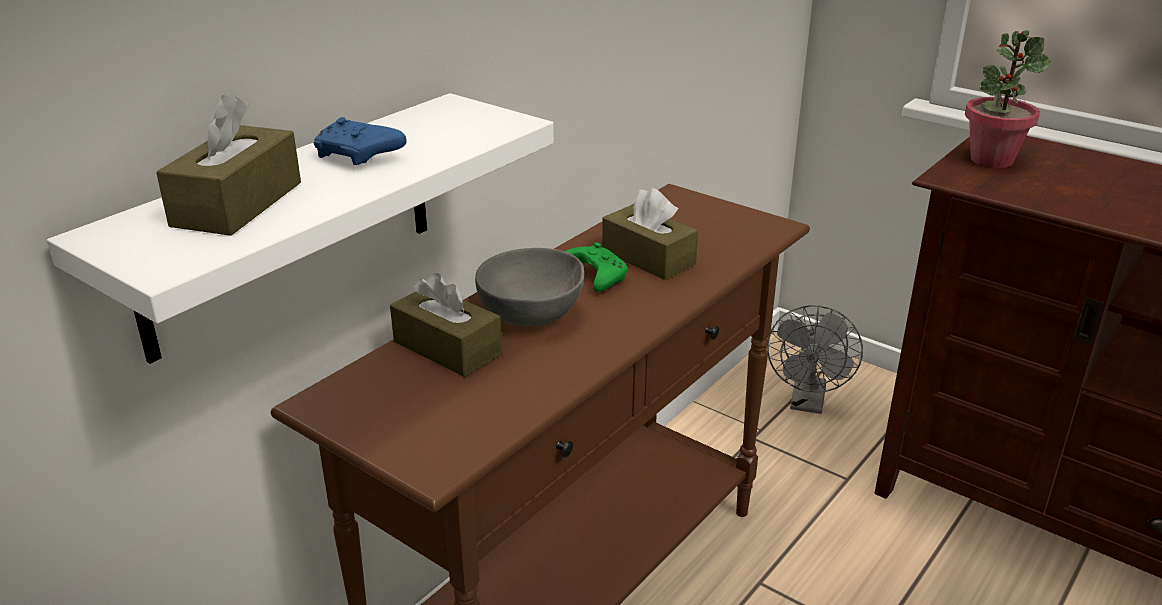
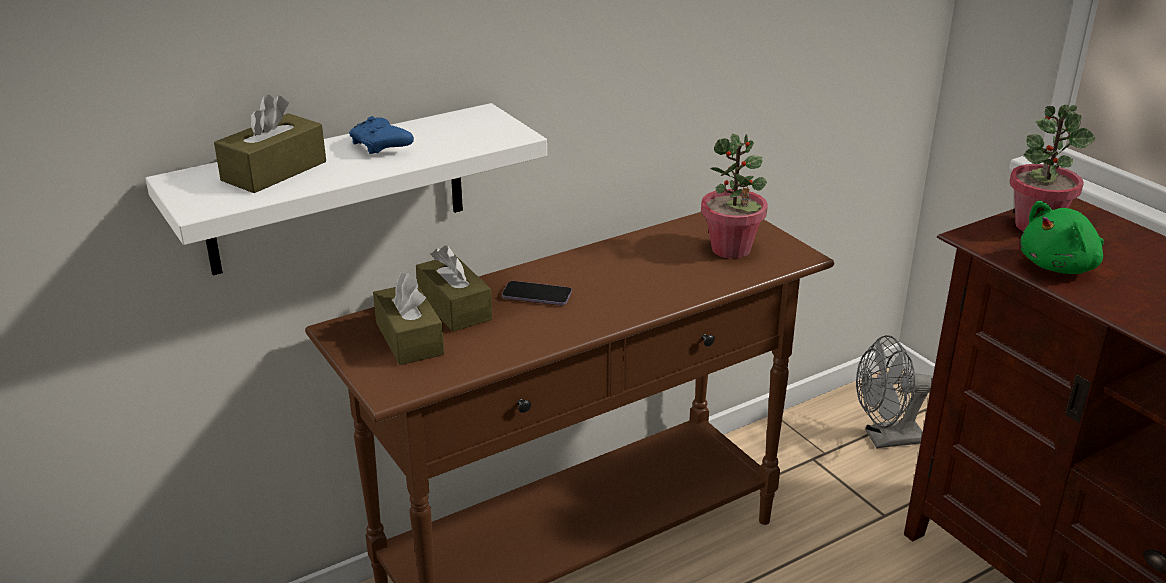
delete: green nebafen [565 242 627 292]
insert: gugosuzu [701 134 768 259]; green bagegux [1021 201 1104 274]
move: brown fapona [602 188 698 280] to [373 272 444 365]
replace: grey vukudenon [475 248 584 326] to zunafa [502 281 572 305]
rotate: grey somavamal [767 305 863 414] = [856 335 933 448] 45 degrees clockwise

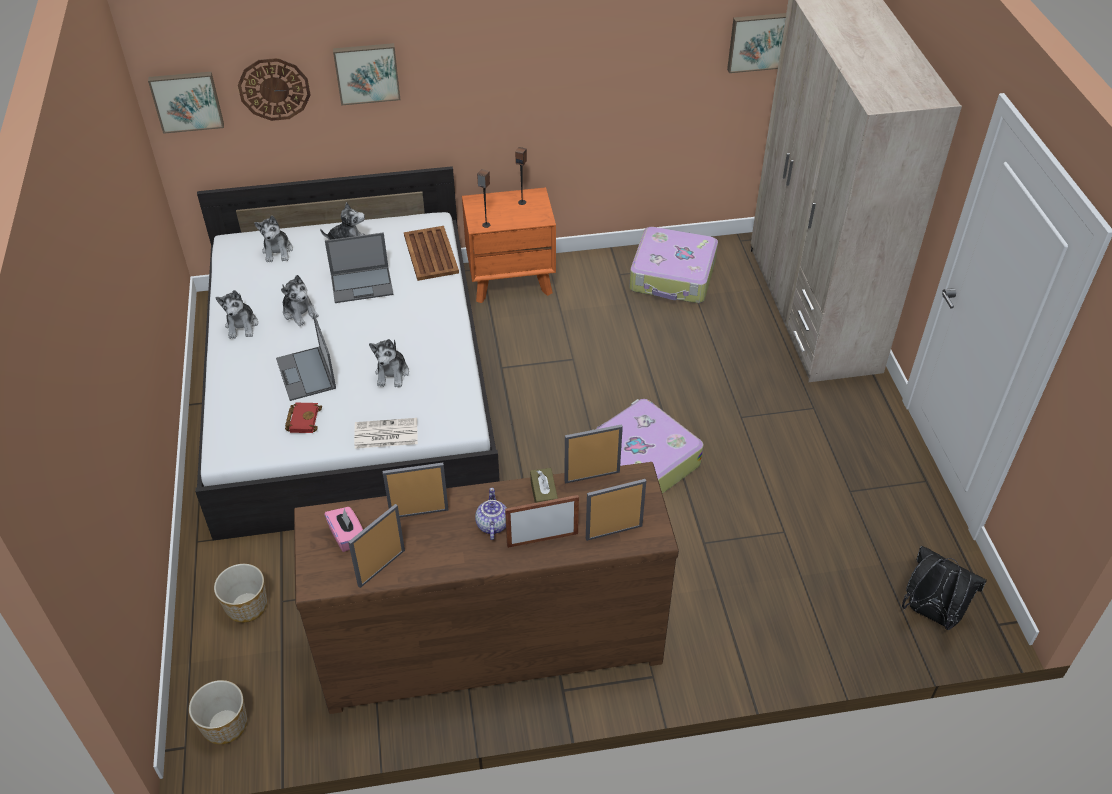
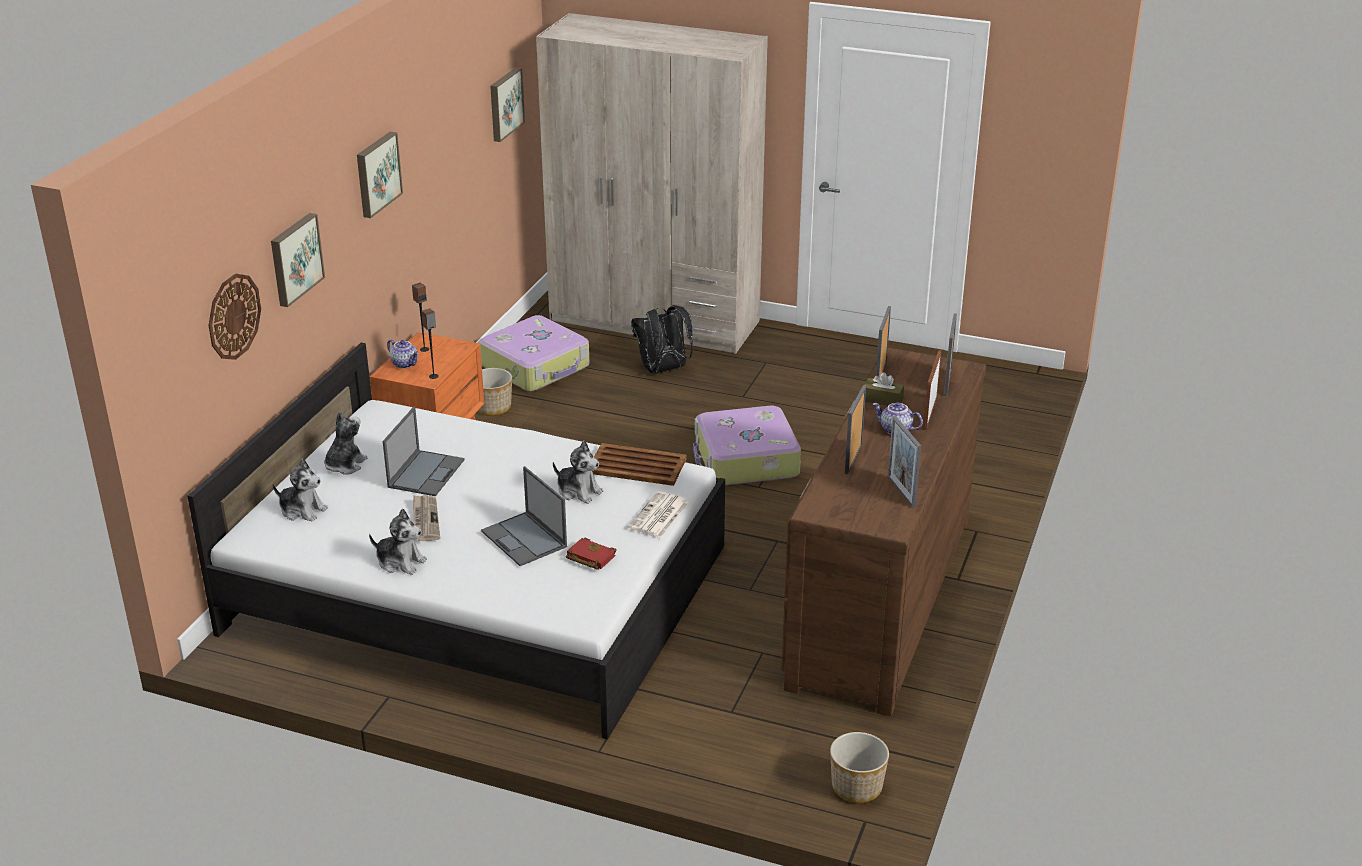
delete: pink fapona [324 507 363 552]
insert: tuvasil [387 339 419 369]
move: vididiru [148 72 224 134] to [357 132 403 218]; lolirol [214 564 267 622] to [477 368 512 416]; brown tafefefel [404 226 459 281] to [592 443 687 486]; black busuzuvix [902 546 987 630] to [631 305 693 374]
replace: bagegux [281 275 319 326] to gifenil [413 495 440 541]
rotate: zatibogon [276 313 336 401] = [481 466 567 566] 45 degrees clockwise

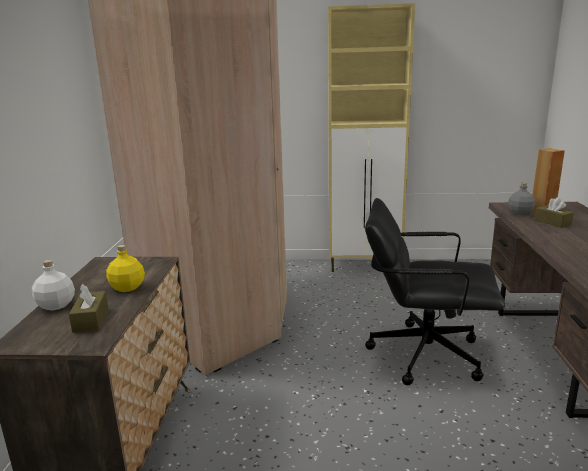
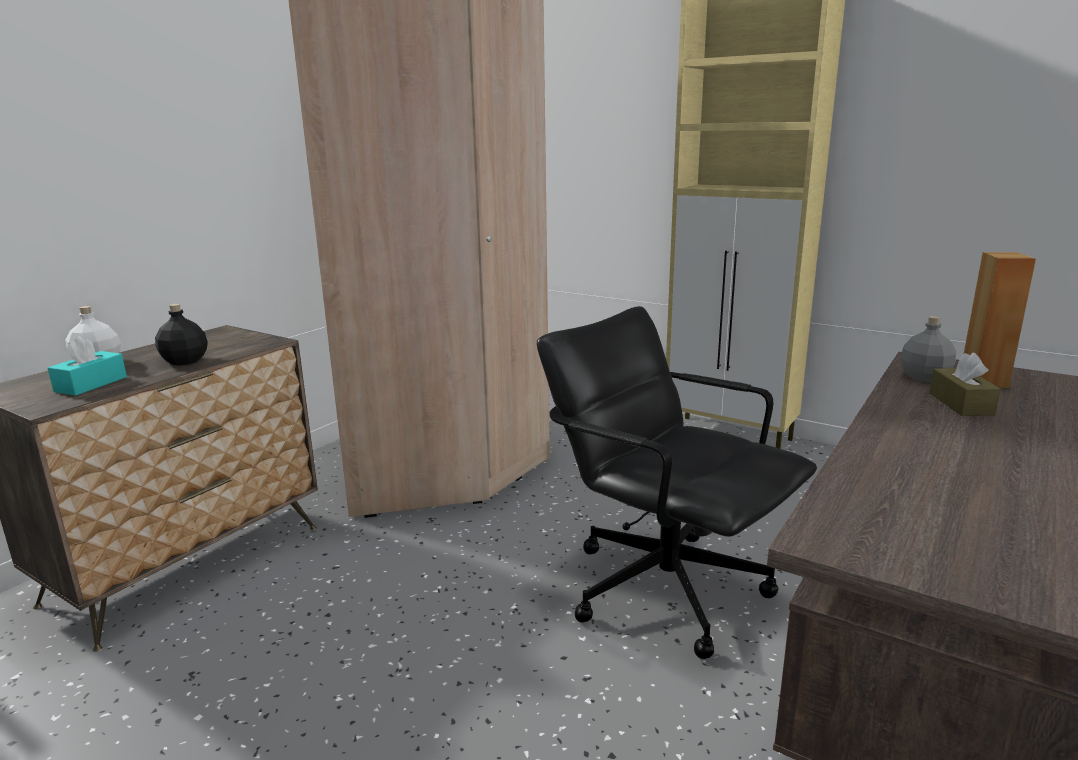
recolor: brown fapona [69 283 108 333] to turquoise fapona [48 336 127 396]; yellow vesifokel [106 245 145 292] to black vesifokel [155 304 208 365]

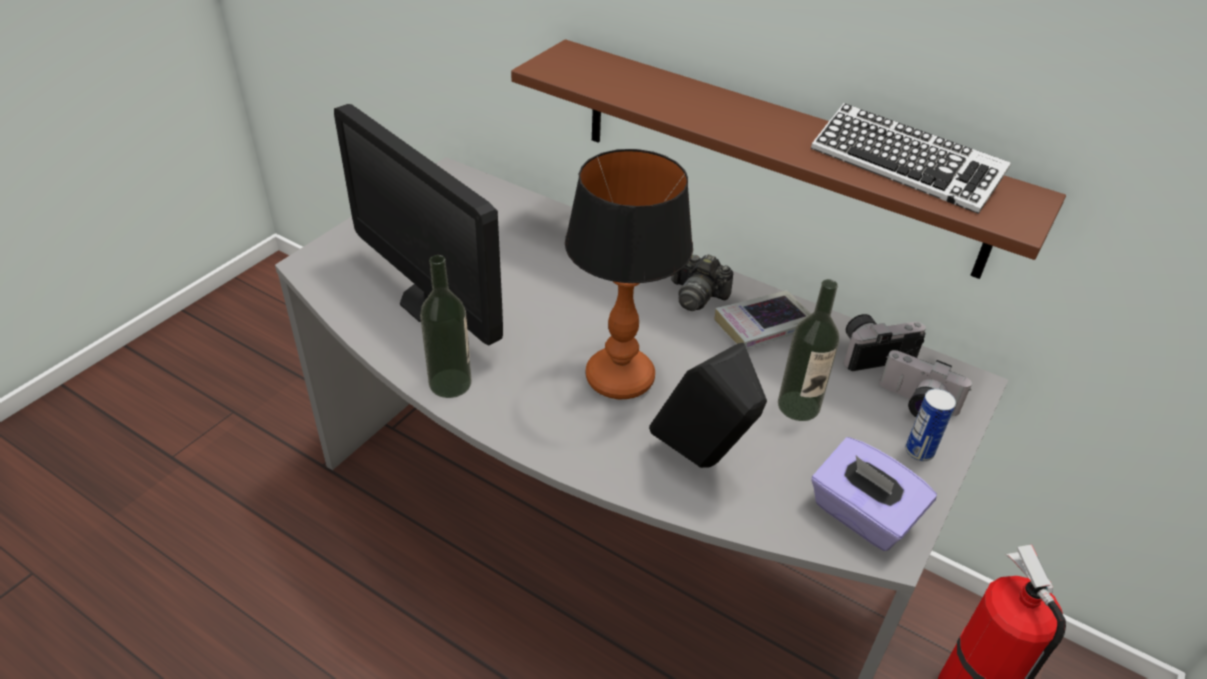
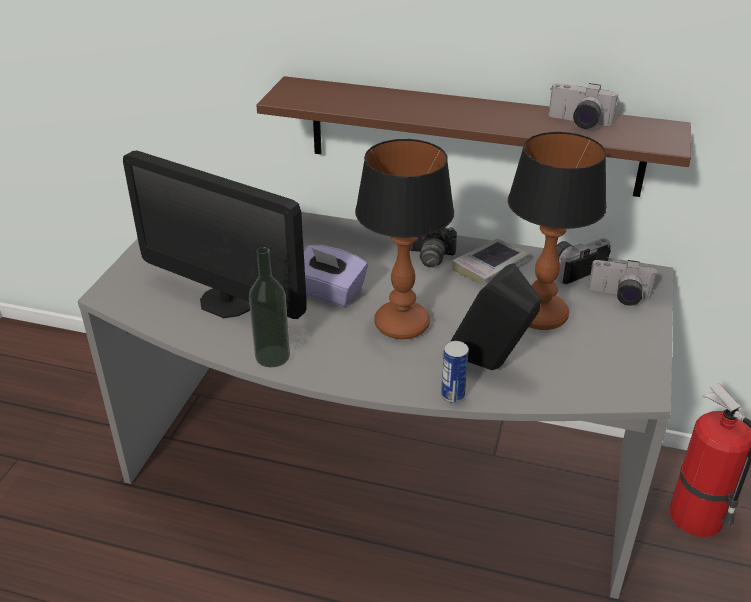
move: purple fapona [811 437 937 551] to [304 245 368 307]; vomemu [906 388 956 461] to [441 341 469 403]
replace: vesifokel [778 279 839 421] to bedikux [508 132 607 330]; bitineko [811 103 1011 214] to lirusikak [548 83 619 129]

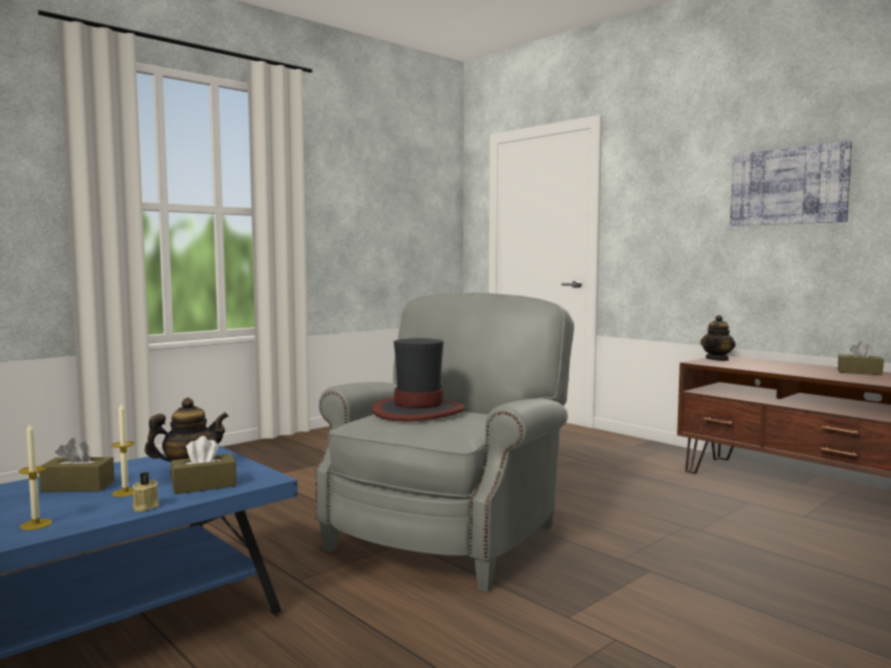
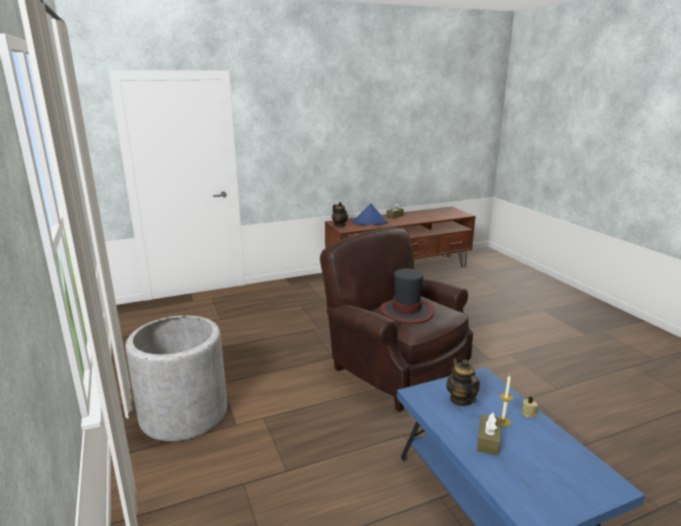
delete: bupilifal [19 422 52 530]; brown fapona [171 436 237 494]; vididiru [730 141 852 226]
insert: grey lolirol [126 315 227 442]; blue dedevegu [352 203 388 225]
recolor: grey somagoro [315 293 574 592] to brown somagoro [320 227 473 412]

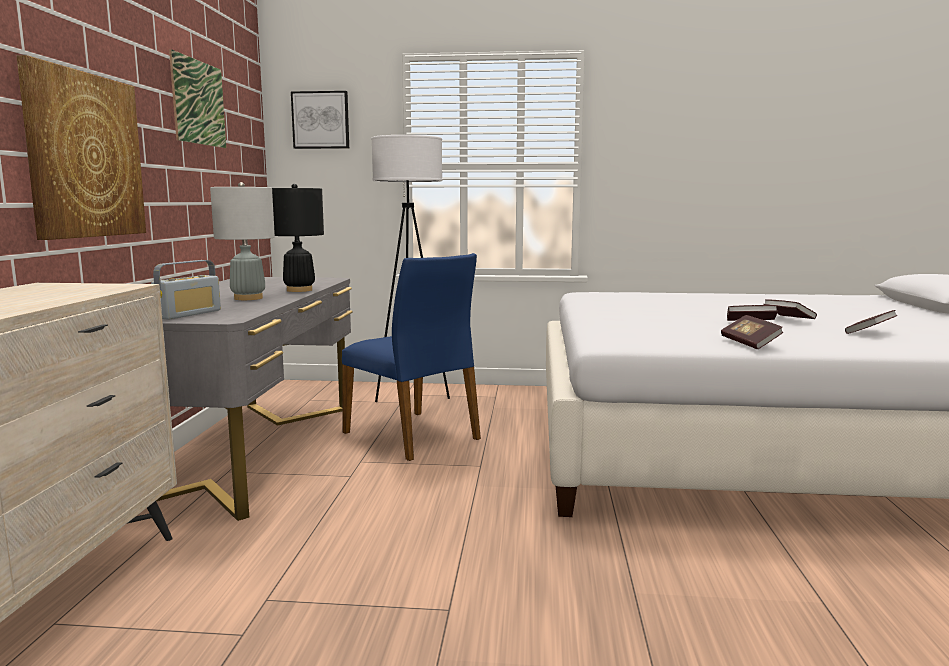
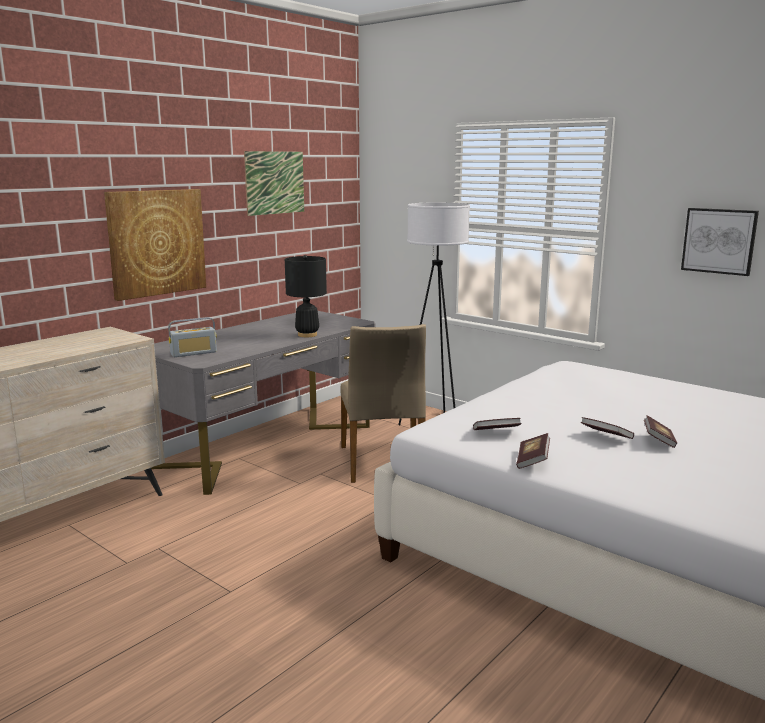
delete: grey bedikux [210 182 275 300]
move: vididiru [291 91 349 149] to [681 208 759 276]; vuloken [845 310 898 334] to [473 418 522 430]
recolor: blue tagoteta [342 253 481 461] to beige tagoteta [340 324 426 483]

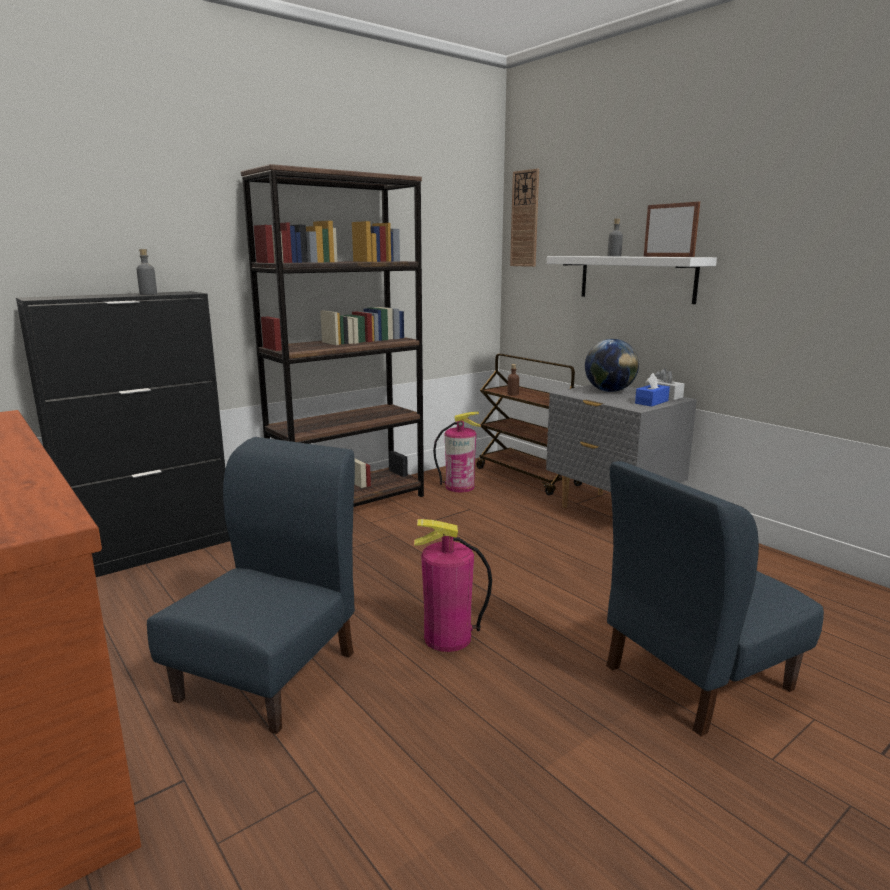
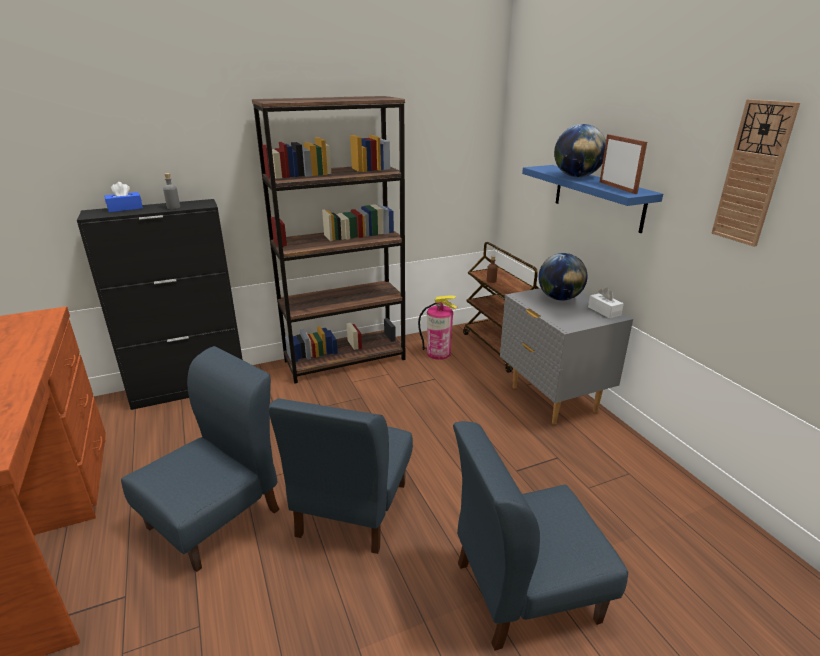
move: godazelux [510 169 539 267] to [711 99 800 247]; blue fapona [635 373 670 407] to [104 182 143 212]
replace: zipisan [414 519 492 652] to blue tagoteta [269 398 413 554]; grey vesifokel [607 219 623 256] to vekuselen [554 124 606 177]
recolor: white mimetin [547 256 717 304] to blue mimetin [522 165 663 233]

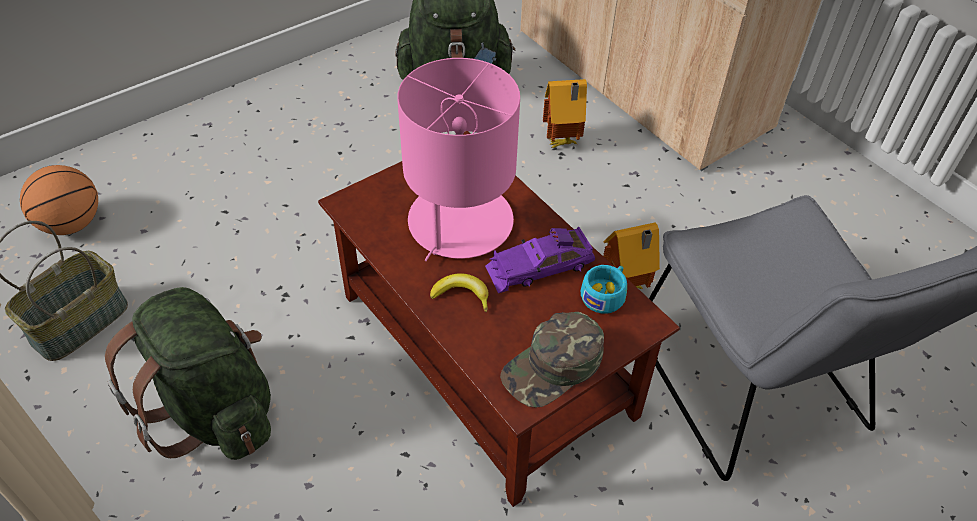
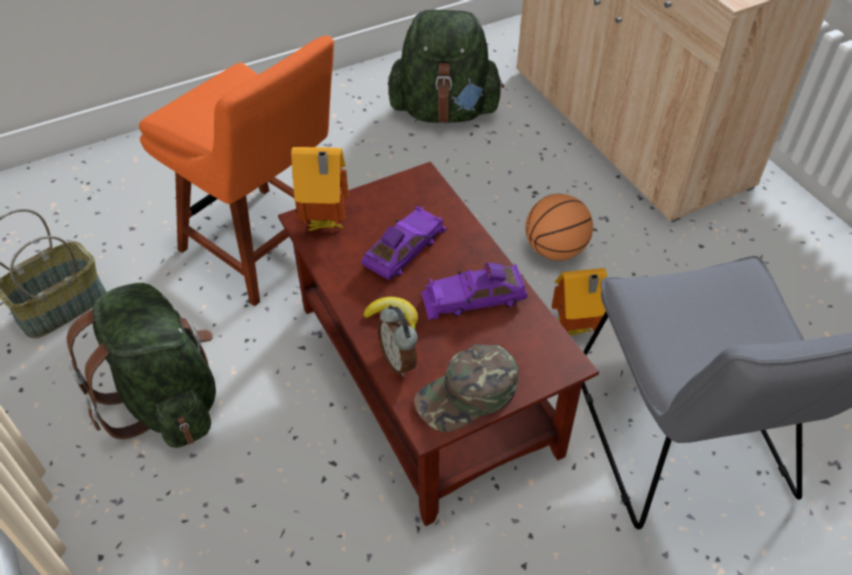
delete: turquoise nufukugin [581 265 627 314]
insert: orange tagoteta [139 35 334 306]; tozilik [378 305 418 377]
move: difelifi [20 165 98 235] to [525 194 593 261]; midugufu [543 79 587 148] to [291 147 349 231]
replace: pink bedikux [397 58 520 261] to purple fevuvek [361 206 447 280]

